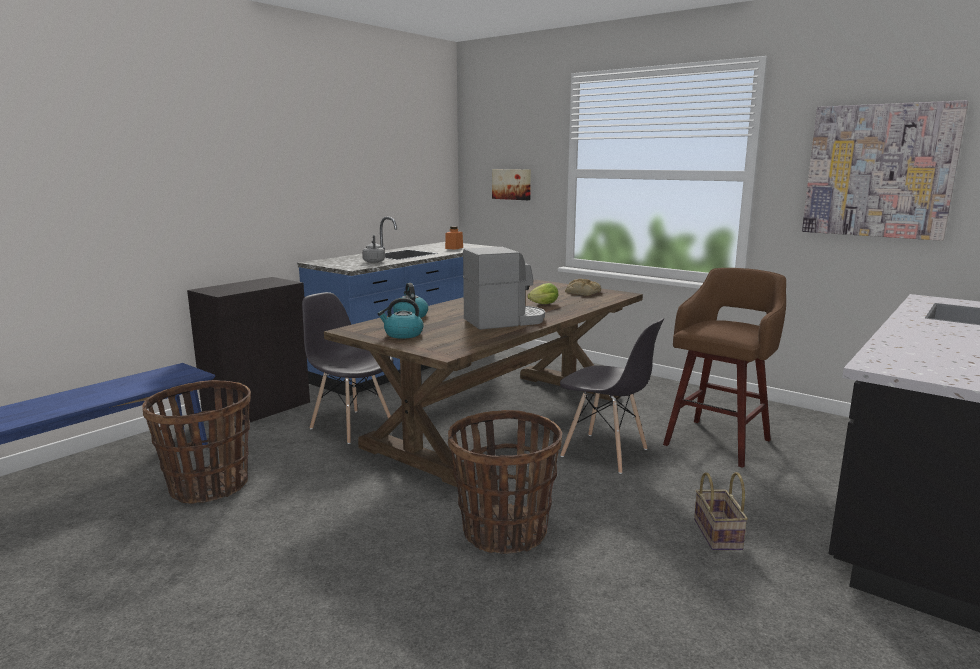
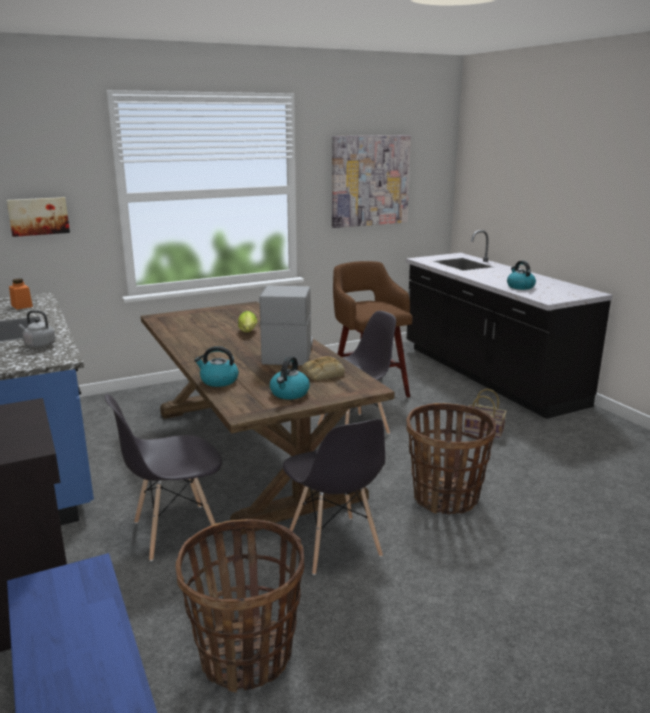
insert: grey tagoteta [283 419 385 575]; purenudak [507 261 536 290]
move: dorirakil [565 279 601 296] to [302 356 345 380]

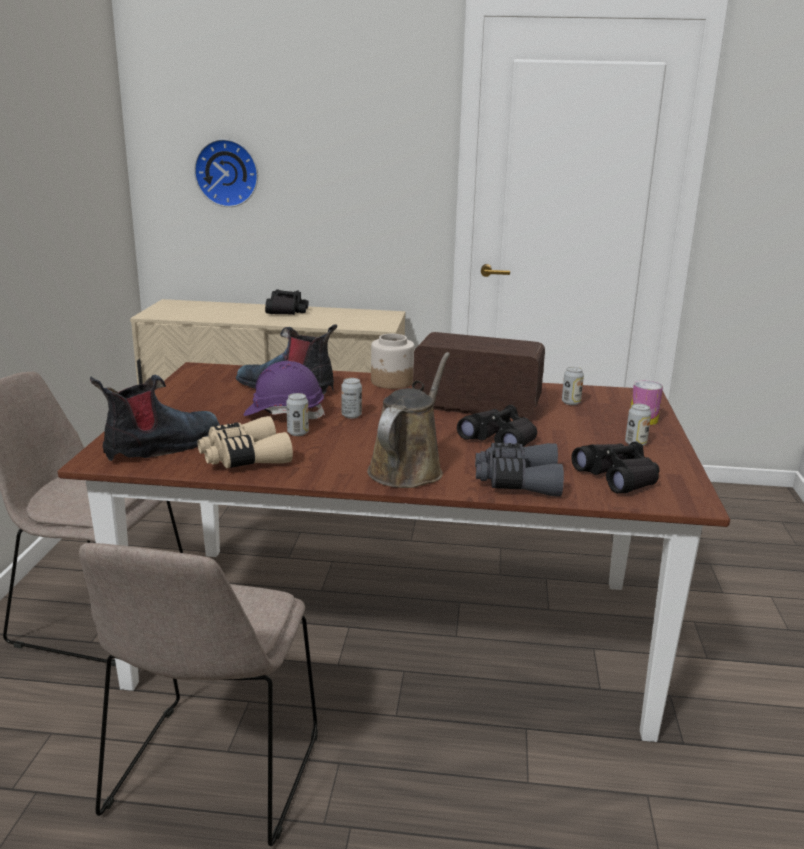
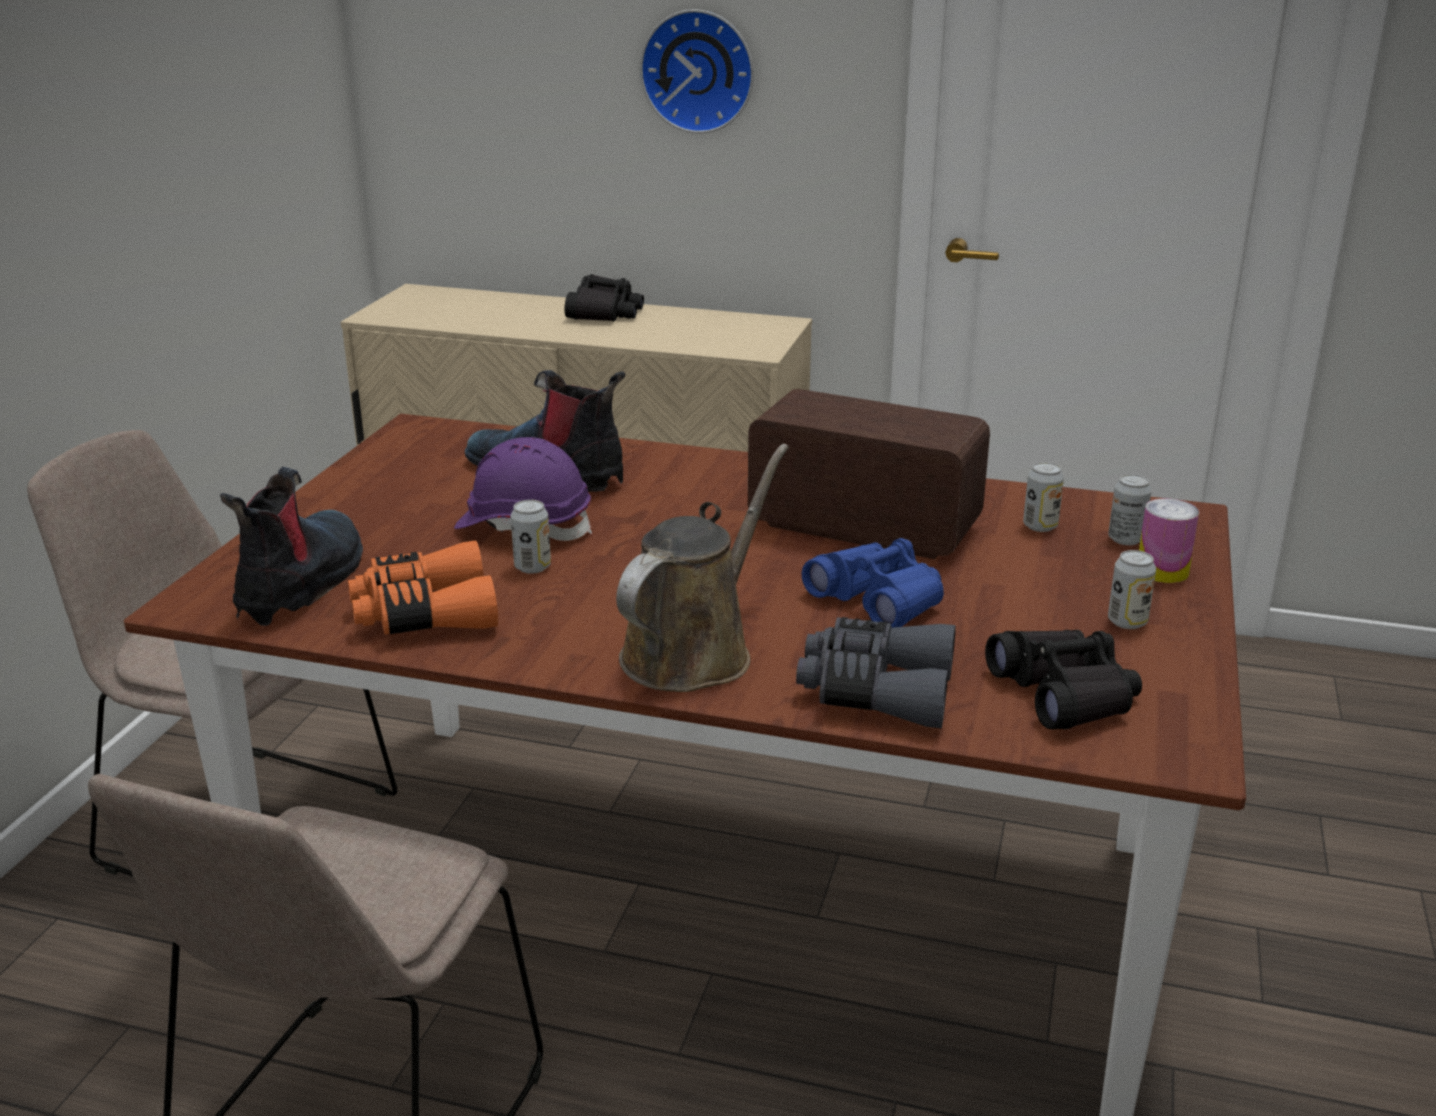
delete: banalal [371 334 414 389]
move: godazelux [194 139 258 207] to [640 9 754 134]; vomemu [341 378 362 419] to [1108 474 1152 545]
recolor: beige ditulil [198 416 293 468] to orange ditulil [348 540 498 635]; black ditulil [457 405 537 447] to blue ditulil [802 538 944 628]
rotate: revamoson [90 375 220 461] = [220 467 363 626] 45 degrees counterclockwise

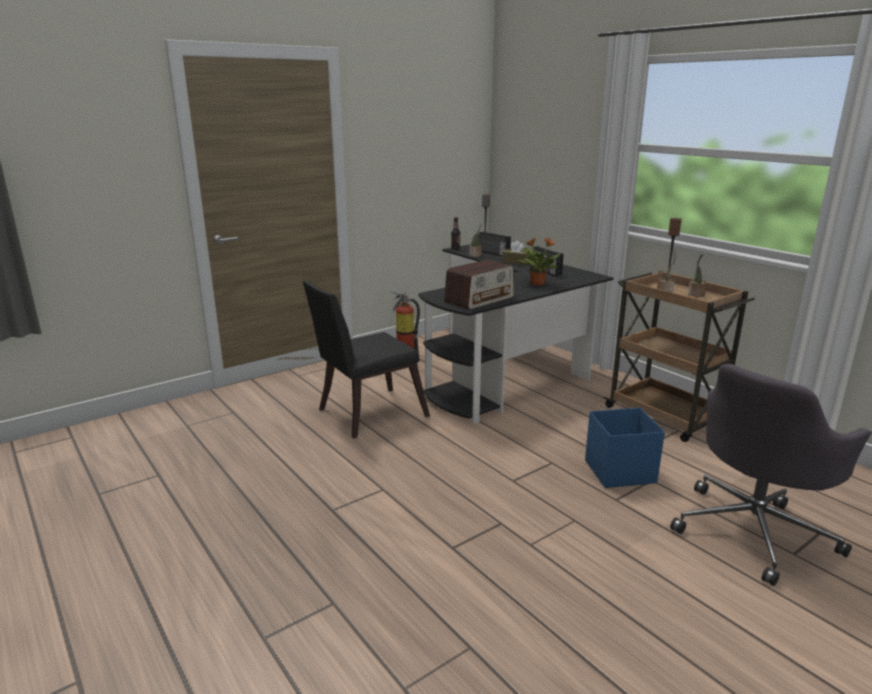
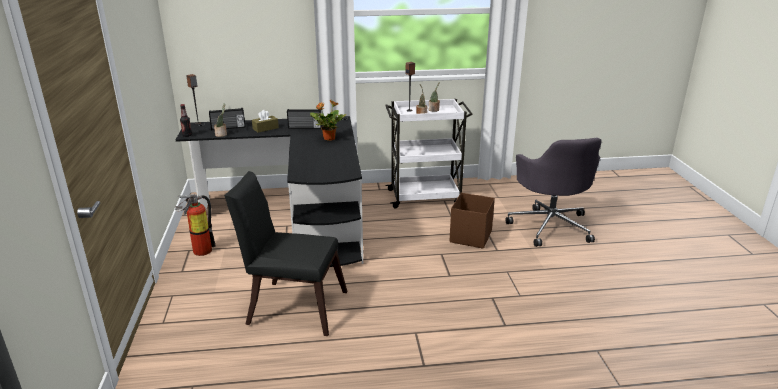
delete: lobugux [444 260 514 310]
recolor: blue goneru [585 408 665 488] to brown goneru [449 193 495 249]; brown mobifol [604 271 755 442] to white mobifol [385 99 473 209]
rotate: black tagoteta [303 280 430 439] = [224 171 348 336] 105 degrees clockwise

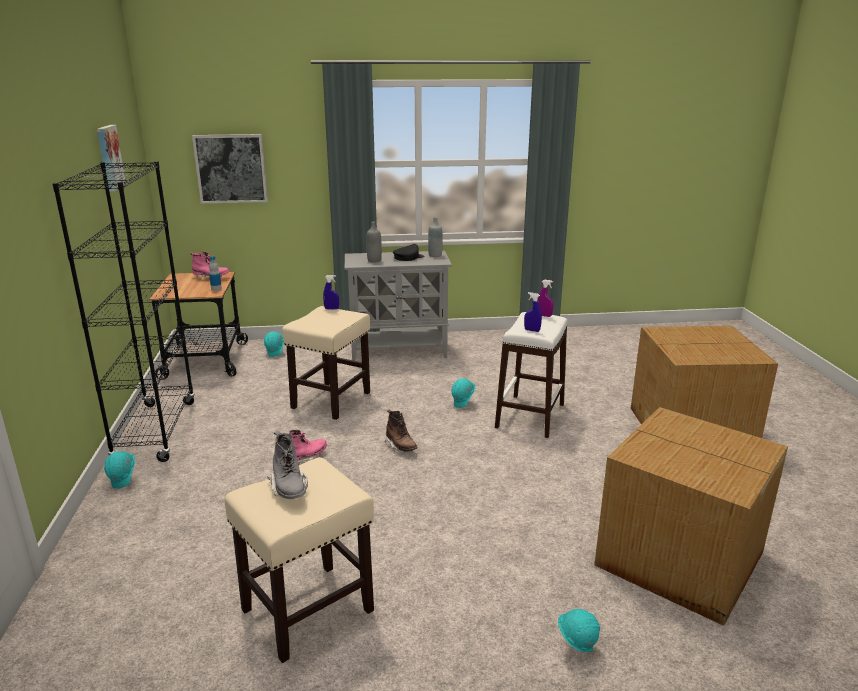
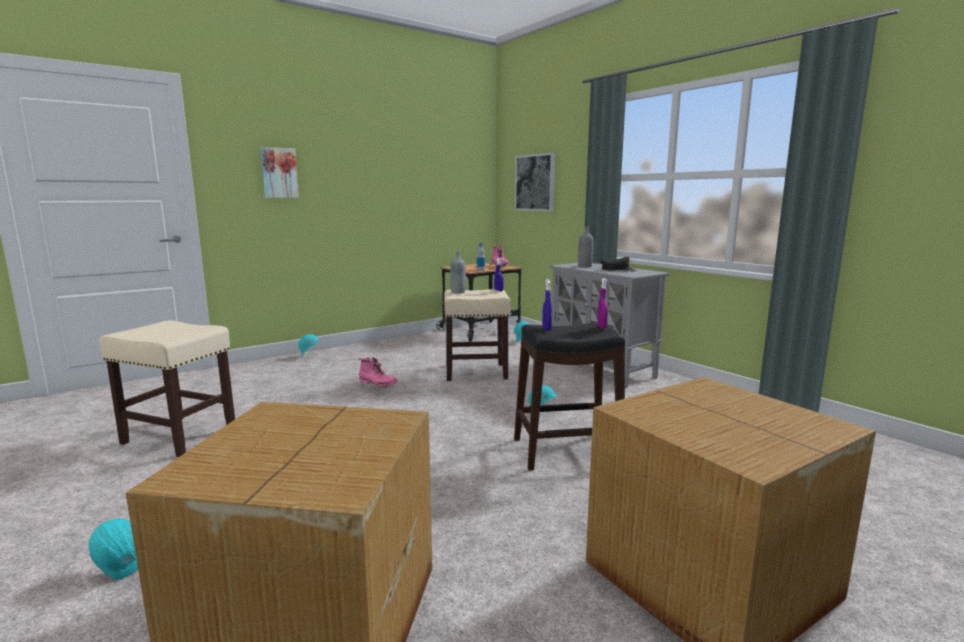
delete: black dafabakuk [52 161 195 462]; grey revamoson [267 431 308 499]; brown revamoson [385 410 418 452]
move: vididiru [97 125 126 192] to [261 147 299 198]; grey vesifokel [428 217 443 257] to [450 251 466 294]
recolor: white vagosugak [495 312 567 438] to black vagosugak [514 322 625 471]

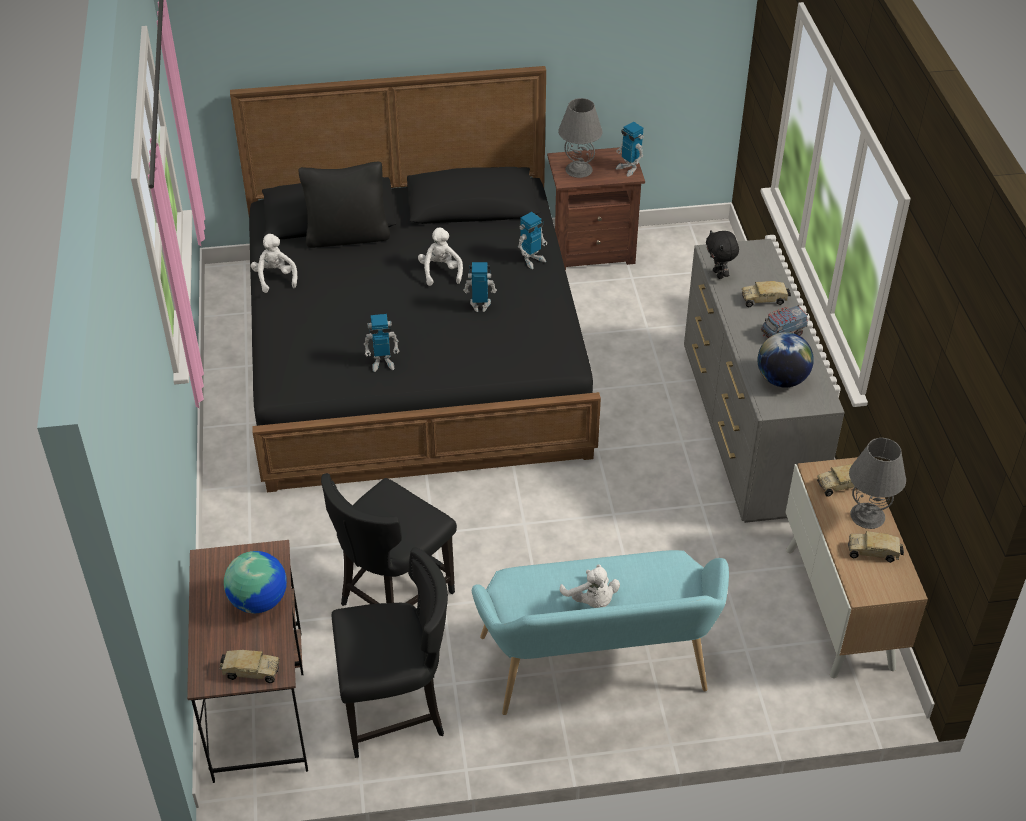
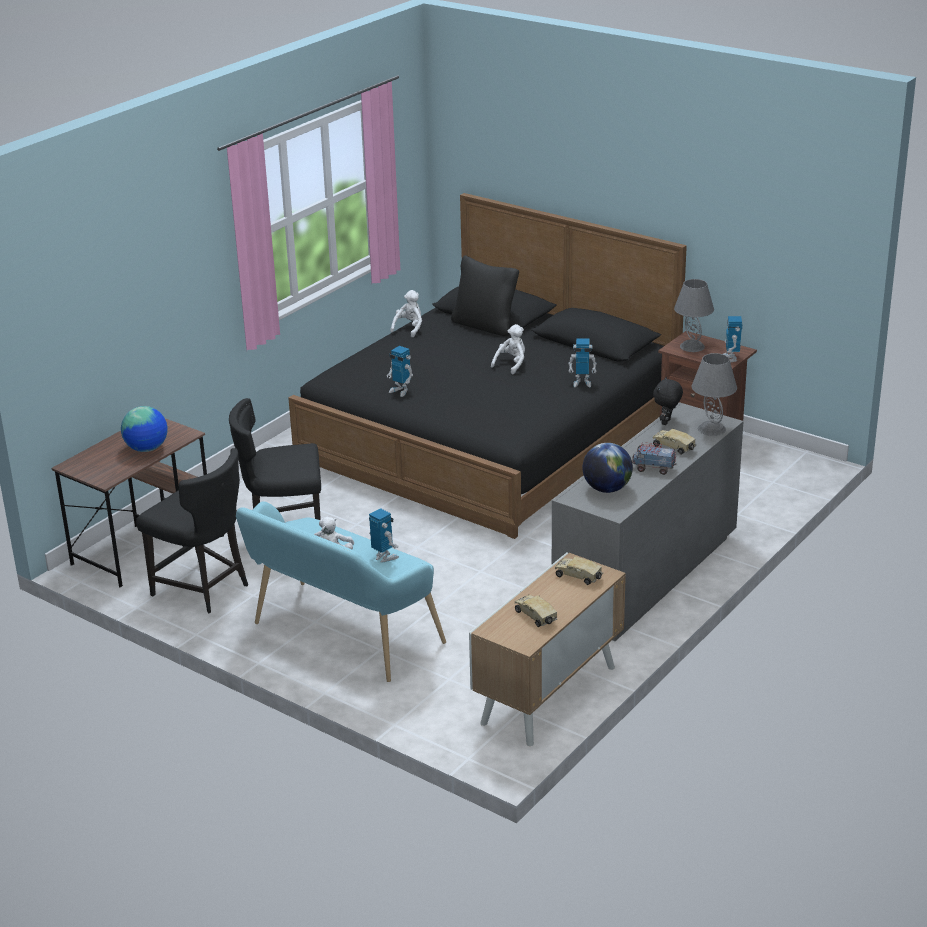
delete: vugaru [219 650 280 683]
move: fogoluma [463 262 497 312] to [369 508 399 563]; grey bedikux [849 438 906 529] to [692 353 737 436]

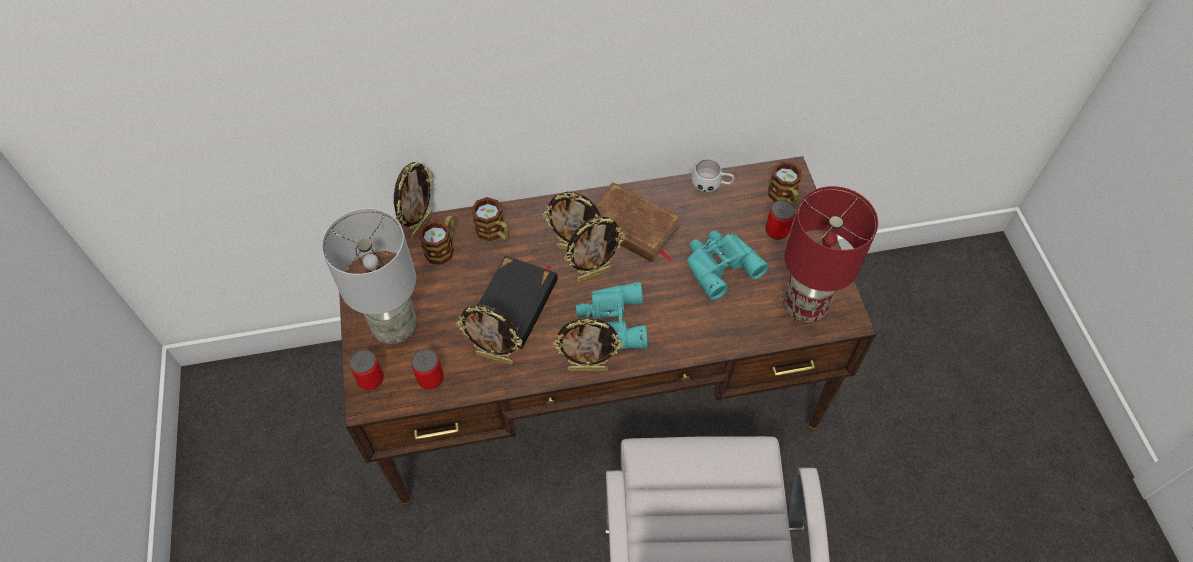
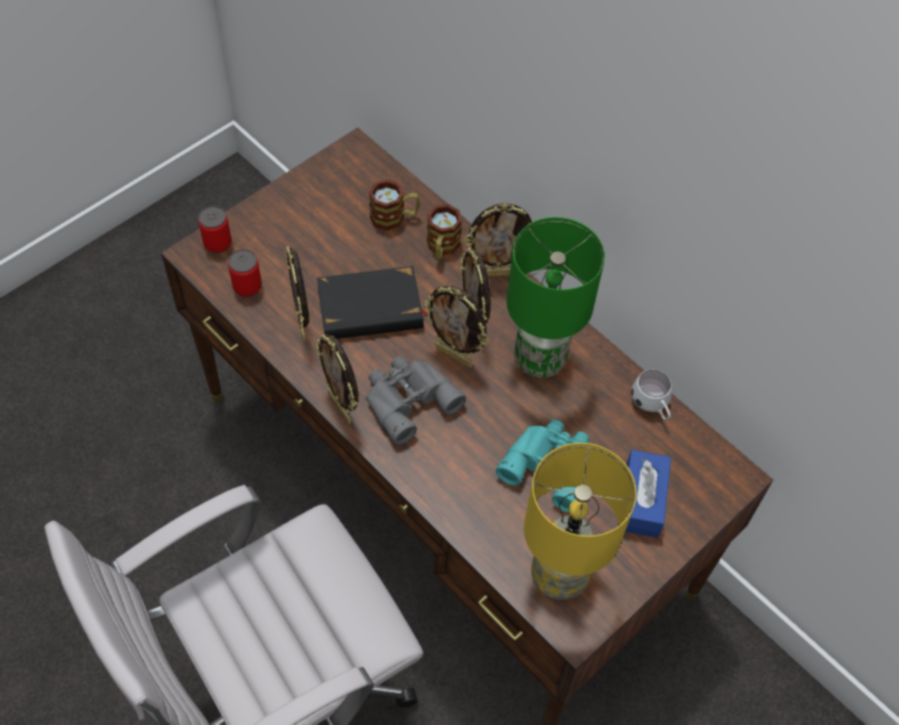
delete: grey bedikux [322 208 417 344]; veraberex [768 162 802 207]
move: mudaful [394 161 433 239] to [464 203 532 276]
replace: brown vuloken [594 182 681 262] to green bedikux [507 217 605 378]; vomemu [765 200 795 240] to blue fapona [618 450 671 538]
recolor: turquoise ditulil [576 282 648 349] to grey ditulil [366 356 466 445]; red bedikux [784 186 878 322] to yellow bedikux [524 443 637 600]

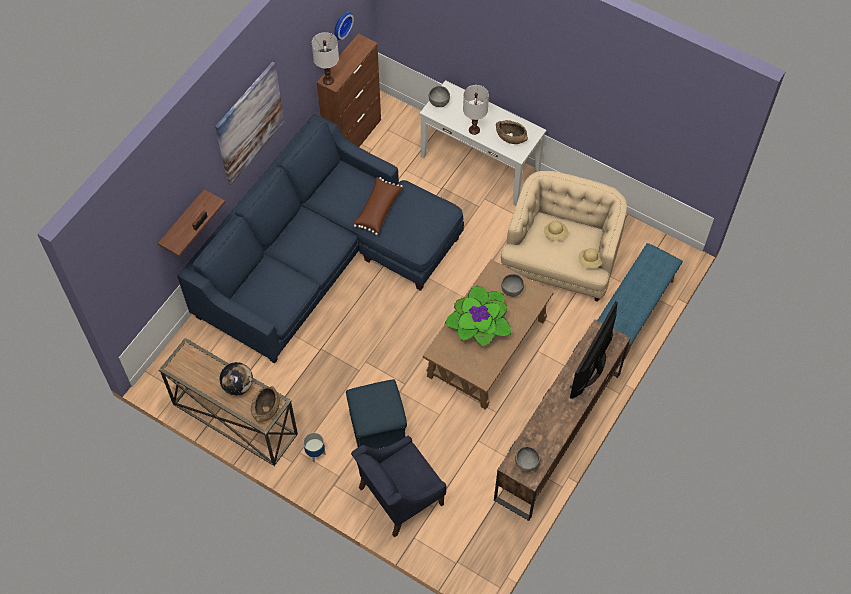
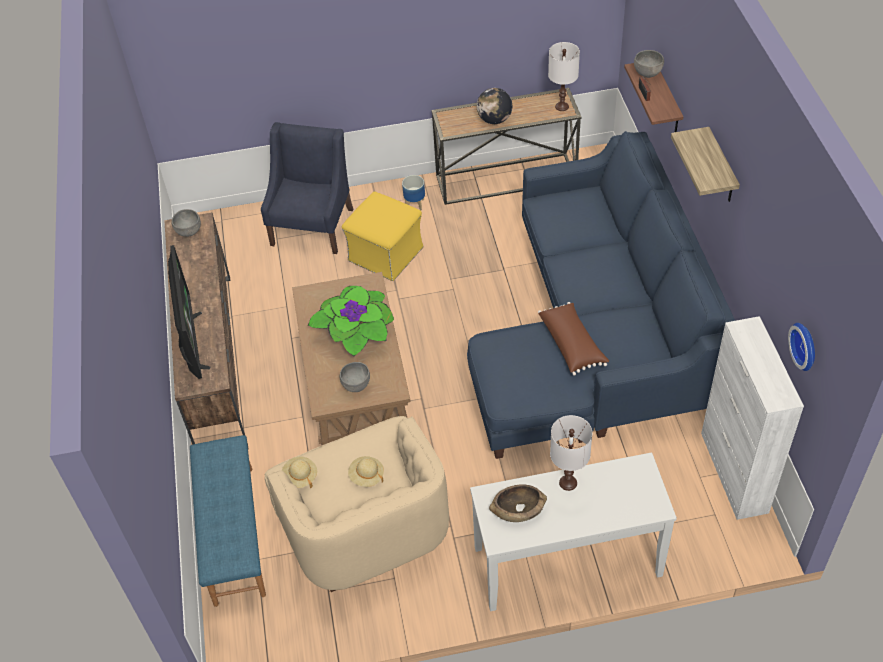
delete: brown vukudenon [251 386 280 422]
move: white bedikux [312 32 339 85] to [548 42 580 111]; grey vukudenon [429 86 450 107] to [634 50 664 78]
replace: vididiru [215 62 284 185] to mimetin [671 127 740 202]
recolor: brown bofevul [317 34 381 147] to white bofevul [701 316 804 520]; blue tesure [346 379 407 449] to yellow tesure [342 192 423 281]

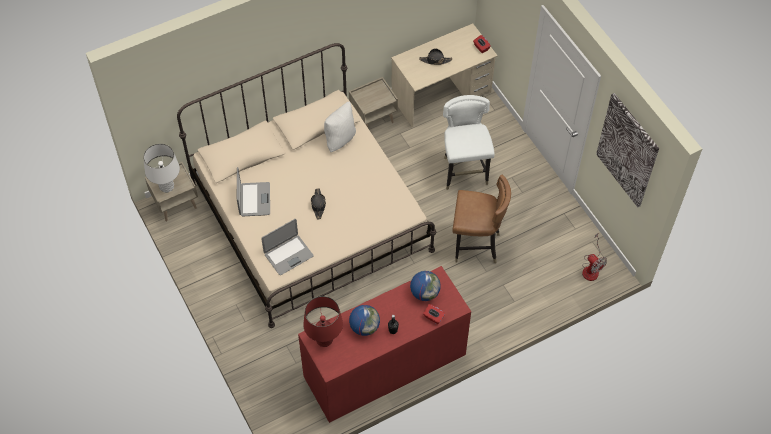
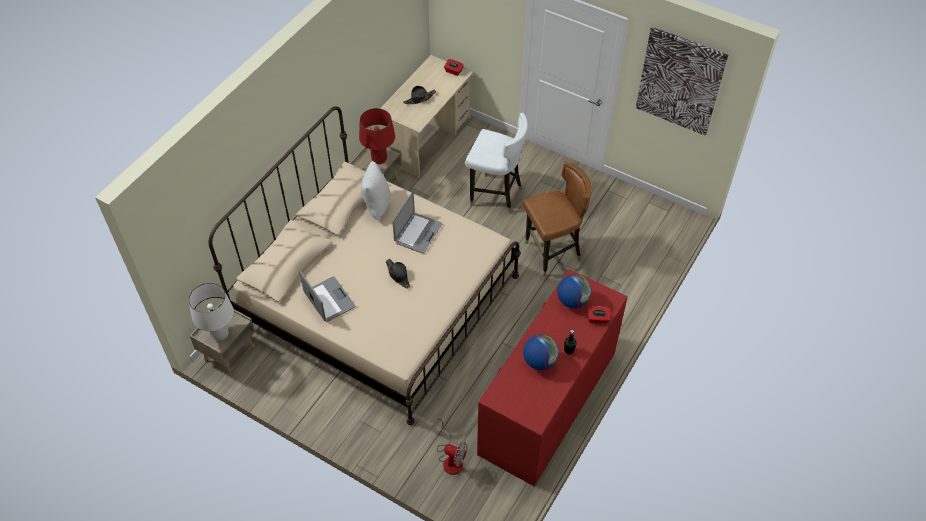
move: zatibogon [261 219 314 275] to [392 192 442 253]; red bedikux [303 296 343 347] to [359 108 395 164]; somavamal [582 233 607 281] to [437 415 468 475]
rotate: white tagoteta [443 95 495 190] = [465 113 528 214] 150 degrees clockwise

